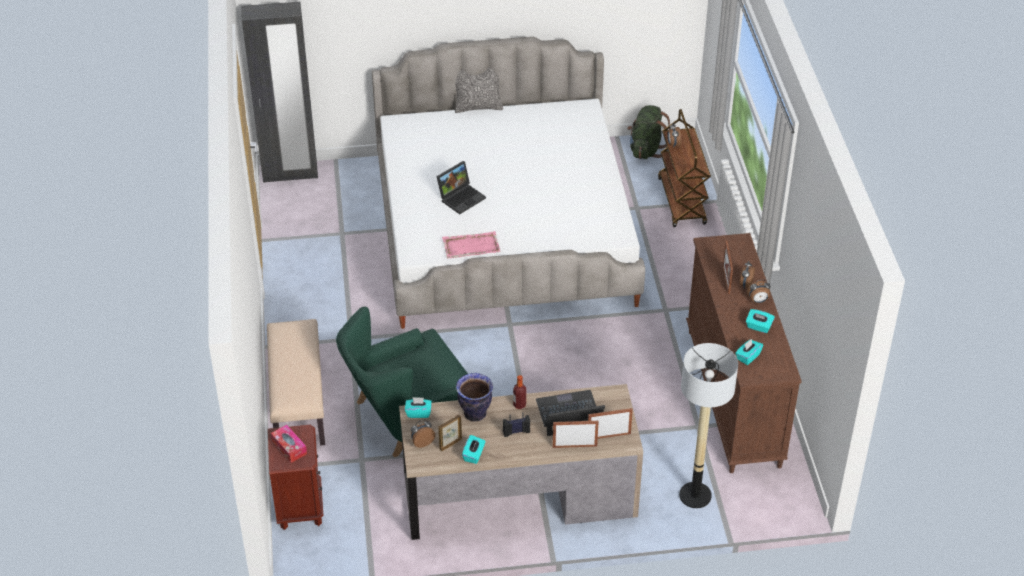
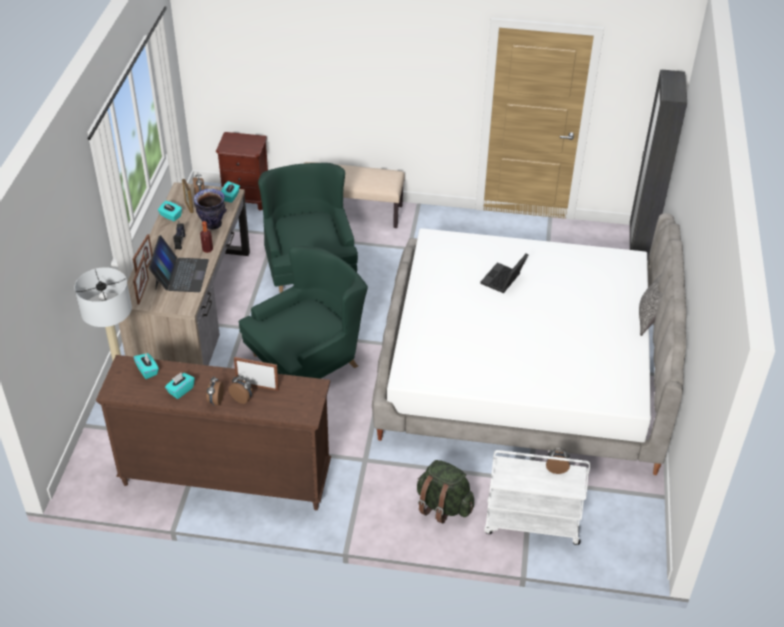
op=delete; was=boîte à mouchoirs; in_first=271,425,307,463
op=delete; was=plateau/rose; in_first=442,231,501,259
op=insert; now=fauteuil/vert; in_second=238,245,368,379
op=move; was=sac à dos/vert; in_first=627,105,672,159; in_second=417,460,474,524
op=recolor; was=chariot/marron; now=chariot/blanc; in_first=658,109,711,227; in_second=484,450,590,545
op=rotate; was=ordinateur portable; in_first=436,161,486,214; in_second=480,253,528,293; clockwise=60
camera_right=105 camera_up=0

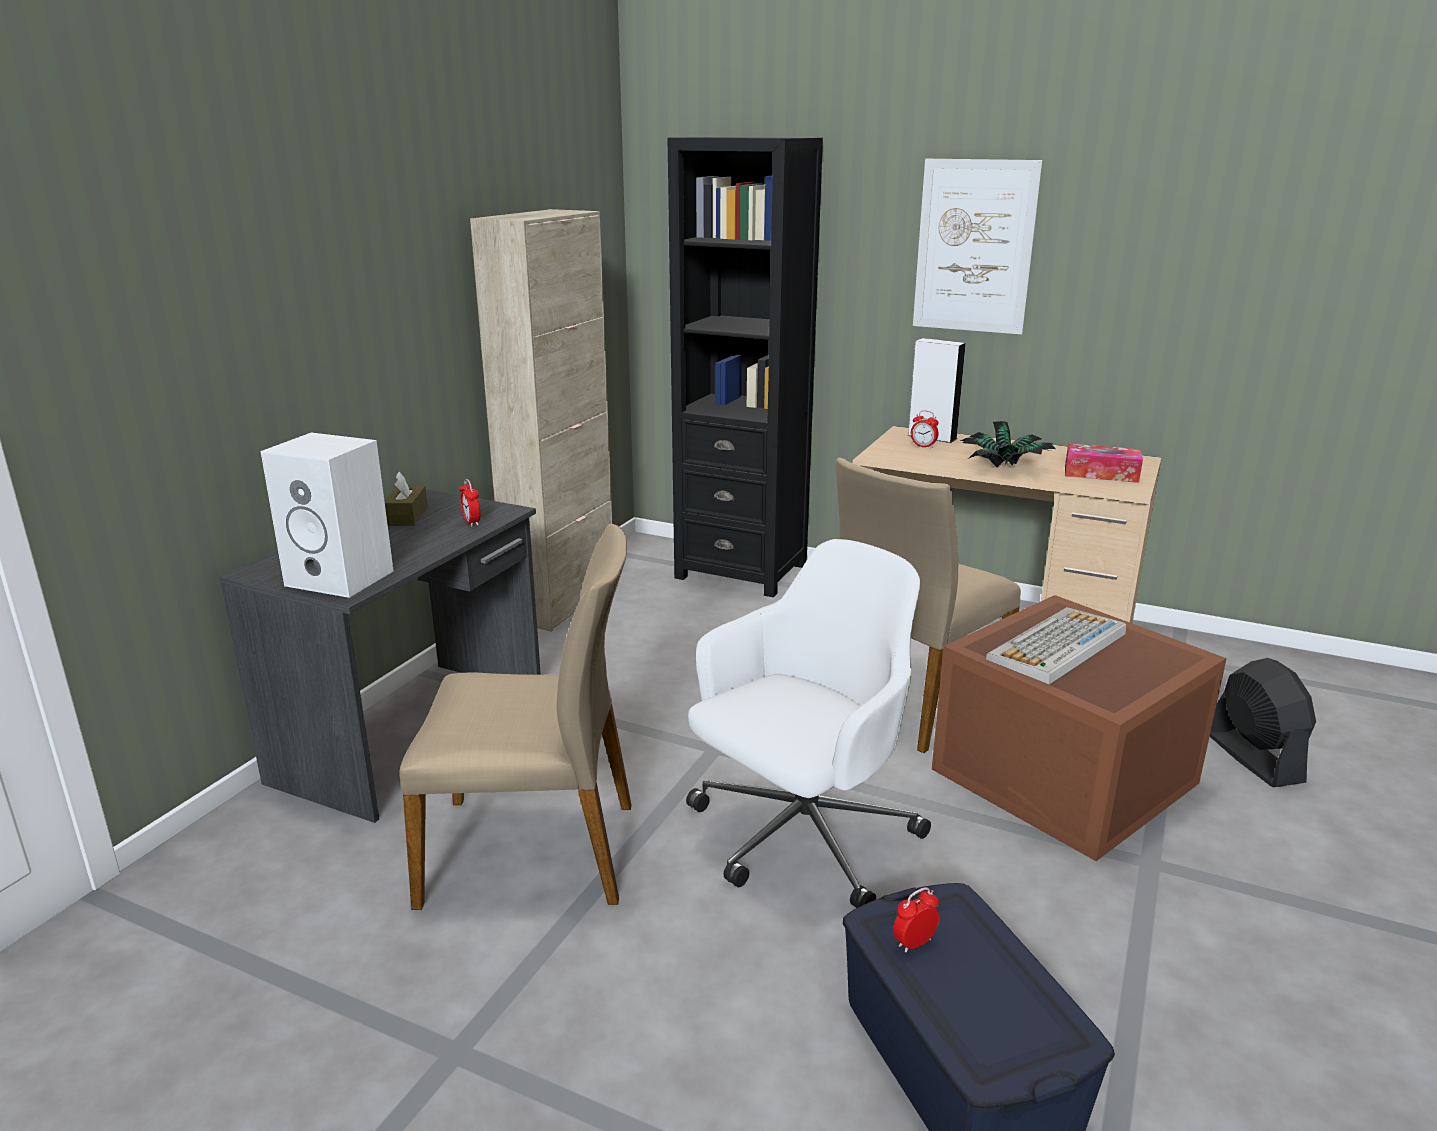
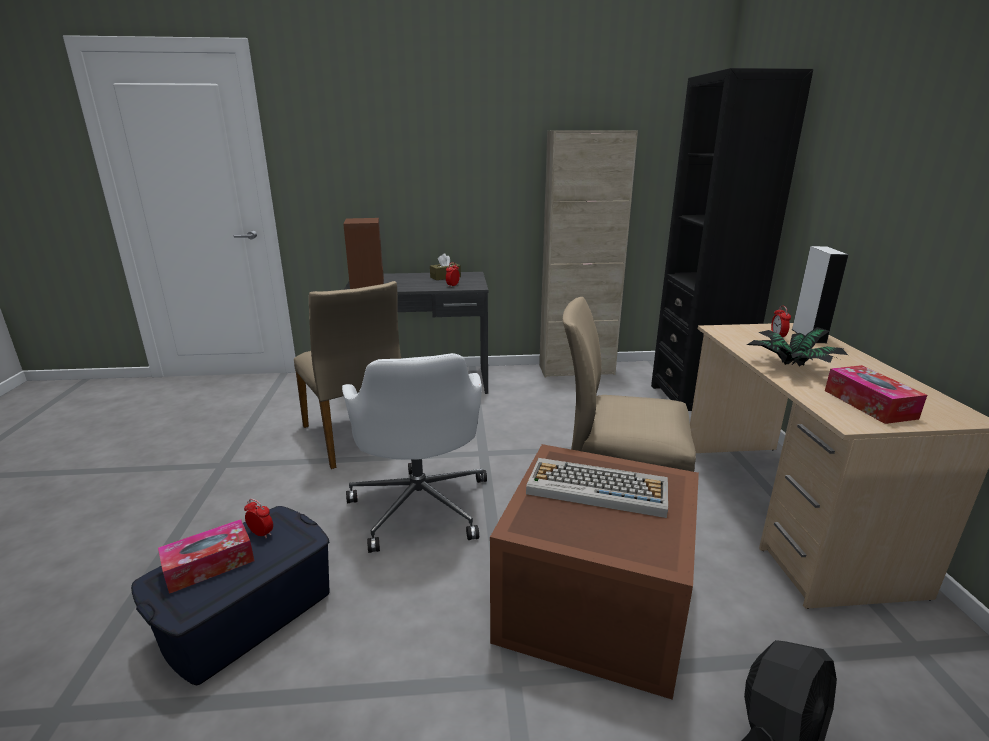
op=delete; was=tableau; in_first=913,159,1043,334
op=insert; now=boîte à mouchoirs; in_second=158,519,254,594
op=recolor; was=enceinte/blanc; now=enceinte/marron; in_first=261,433,394,598; in_second=343,218,384,289
op=rotate; was=chaise de bureau/blanc; in_first=686,539,931,908; in_second=342,353,487,553; clockwise=60
camera_right=60 camera_up=0

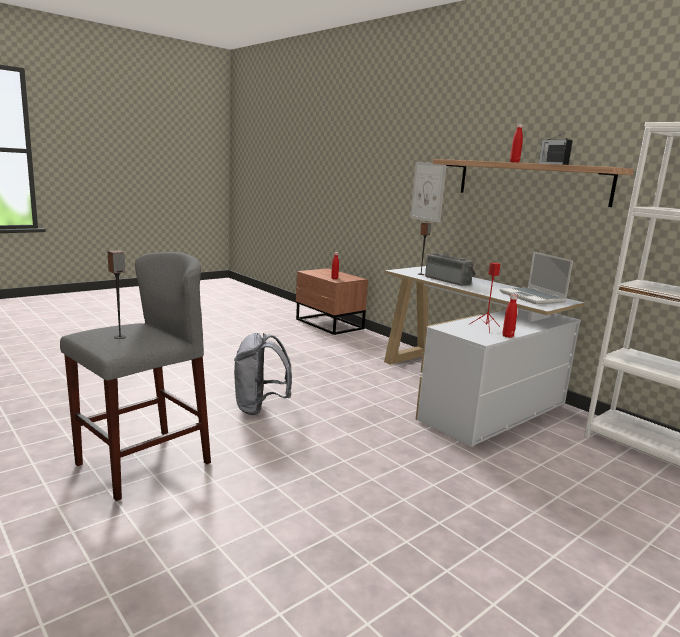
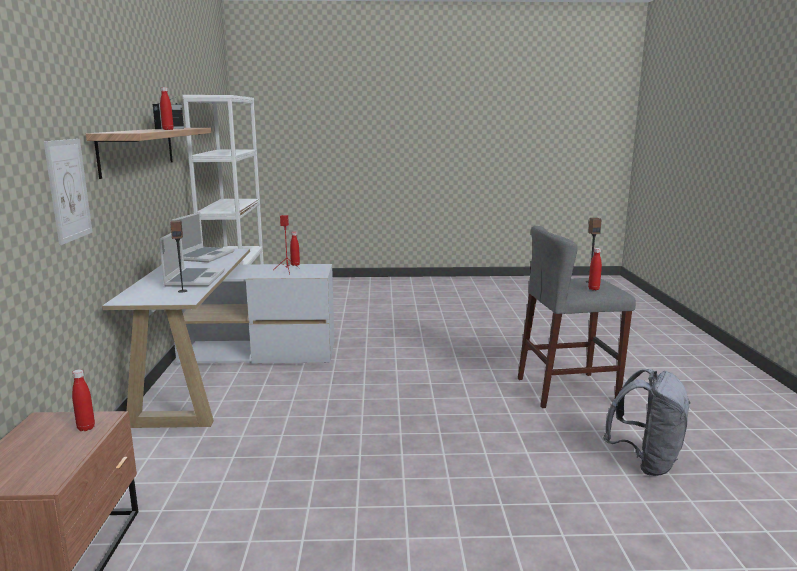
op=insert; now=bouteille/rouge; in_second=588,248,602,290
op=move; was=sac à dos/gris; in_first=234,333,292,415; in_second=603,369,691,476
op=replace; was=radio; now=ordinateur portable; in_first=425,253,476,286; in_second=159,233,225,287
camera_right=-140 camera_up=0

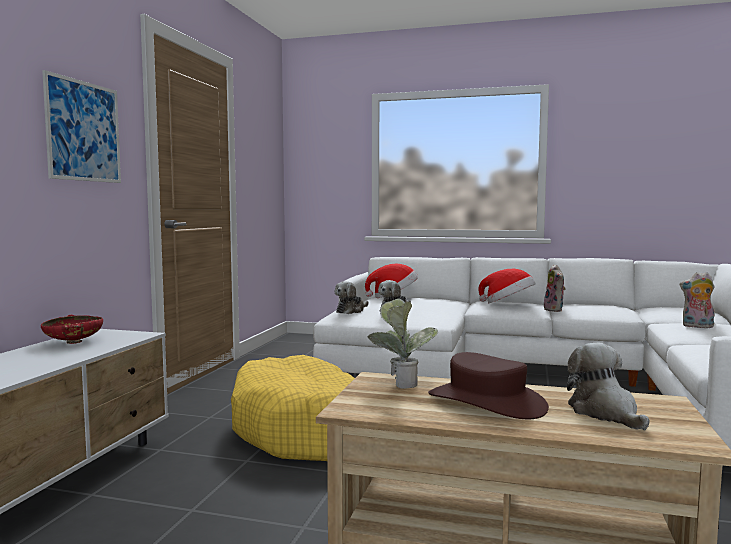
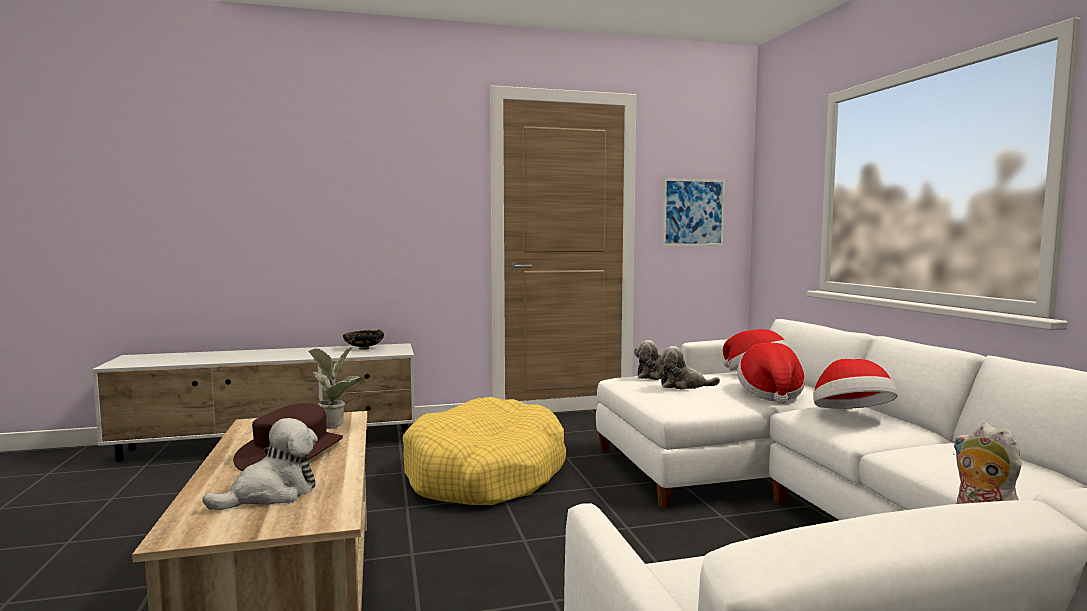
op=delete; was=peluche; in_first=544,264,566,312
op=insert; now=chapeau; in_second=737,343,805,403
op=move; was=tableau; in_first=42,70,121,183; in_second=663,178,725,246
op=recolor; was=bol/rouge; now=bol/noir; in_first=41,315,103,344; in_second=343,330,384,350
camera_right=60 camera_up=0

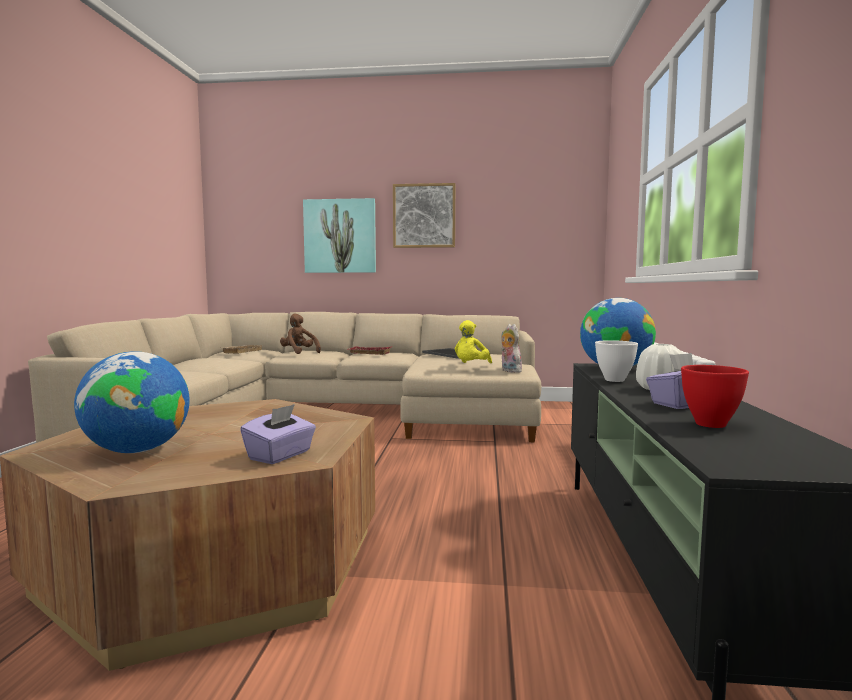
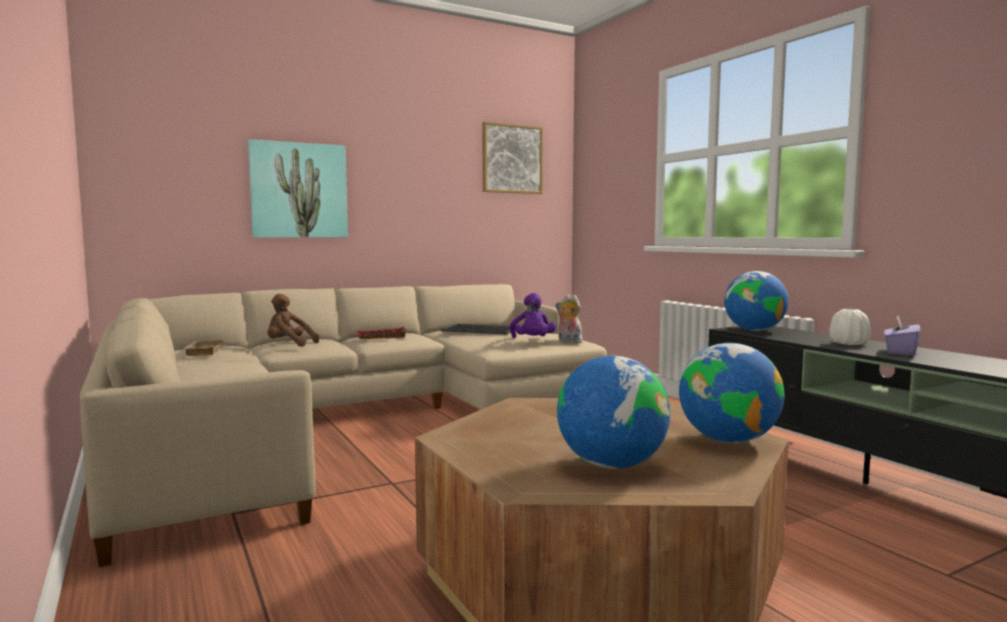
op=delete; was=bol/blanc; in_first=595,340,638,382
op=delete; was=bol/rouge; in_first=681,365,749,428
op=move; was=tableau; in_first=393,183,455,248; in_second=483,122,543,194
op=replace; was=boîte à mouchoirs/violet; now=globe; in_first=240,404,316,464; in_second=679,343,784,443
op=recolor; was=peluche/jaune; now=peluche/violet; in_first=454,320,492,363; in_second=510,293,556,338
camera_right=-35 camera_up=0

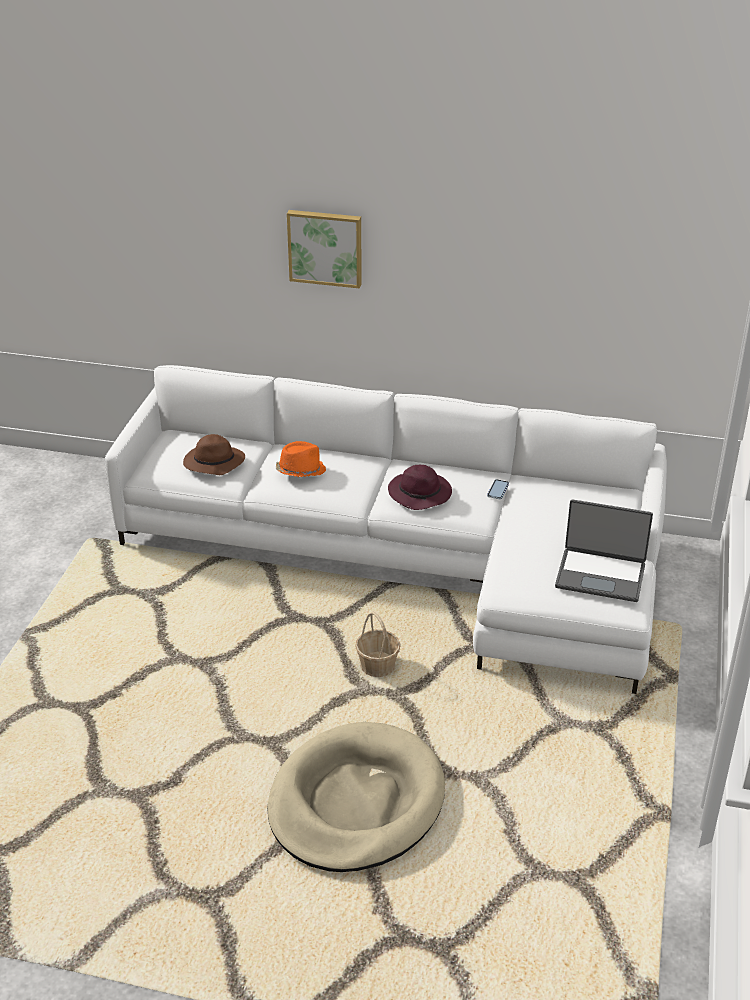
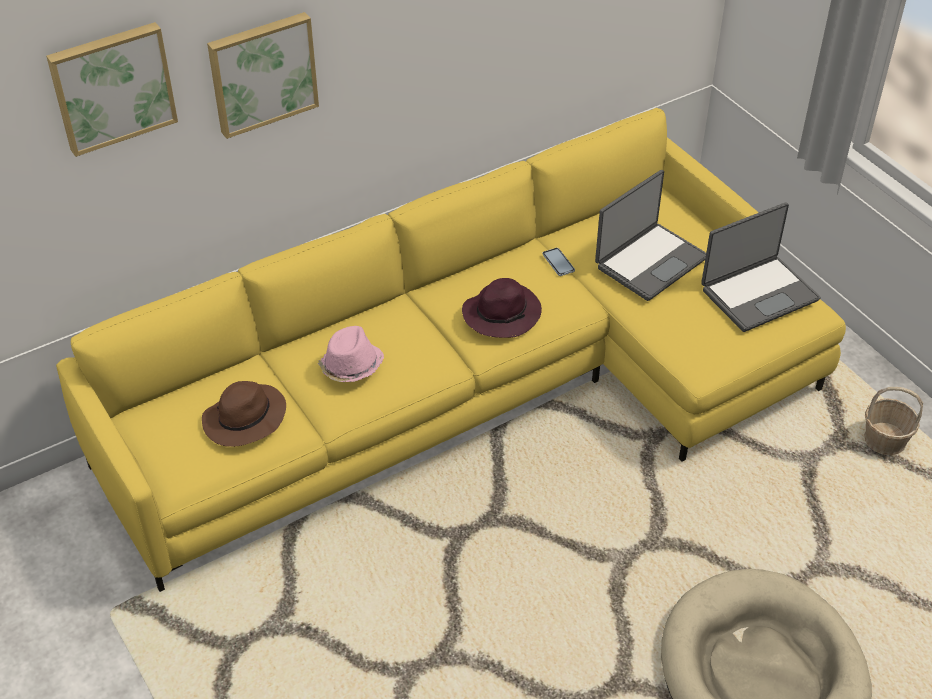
op=insert; now=tableau; in_second=46,22,178,157
op=insert; now=ordinateur portable; in_second=595,170,706,301
op=move; was=panier; in_first=355,612,401,677; in_second=864,387,923,455
op=recolor; was=canapé/blanc; now=canapé/jaune; in_first=105,365,667,694; in_second=56,108,846,592
op=recolor; was=chapeau/orange; now=chapeau/rose; in_first=276,441,326,477; in_second=318,326,384,382
camera_right=-45 camera_up=10

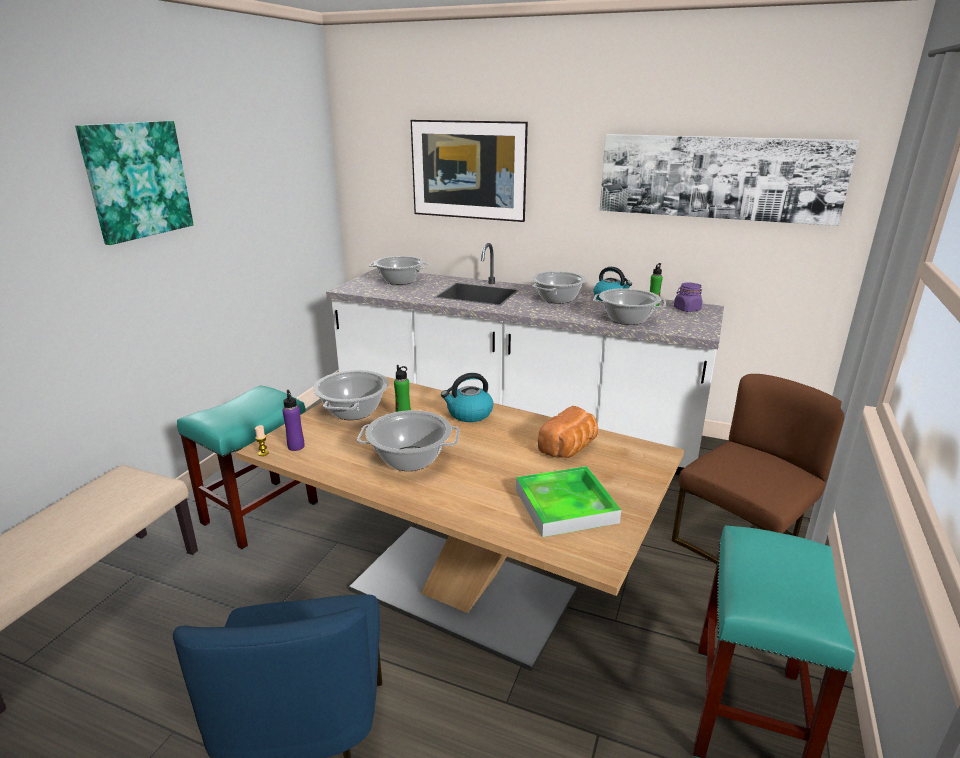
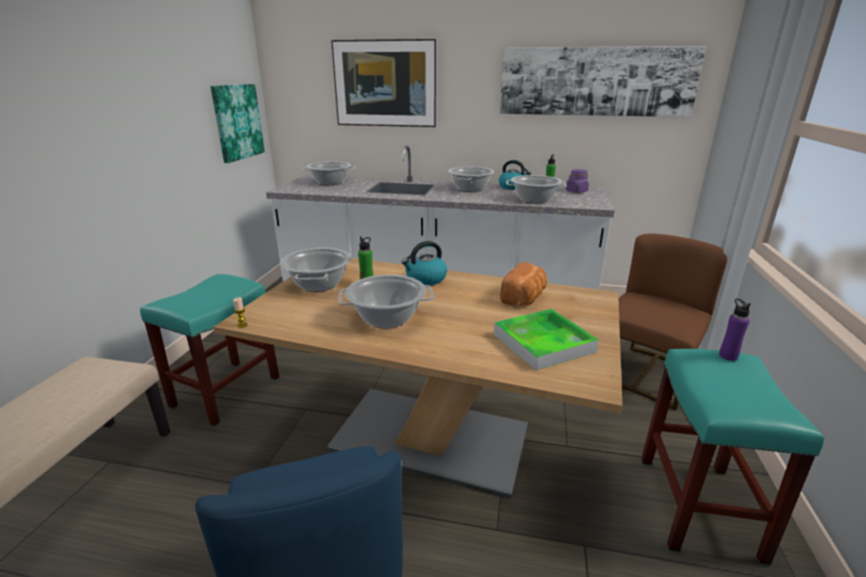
op=move; was=tableau; in_first=75,121,194,245; in_second=210,84,265,163
op=move; was=bouteille/violet; in_first=282,390,305,451; in_second=719,298,751,361
camera_right=-10 camera_up=0

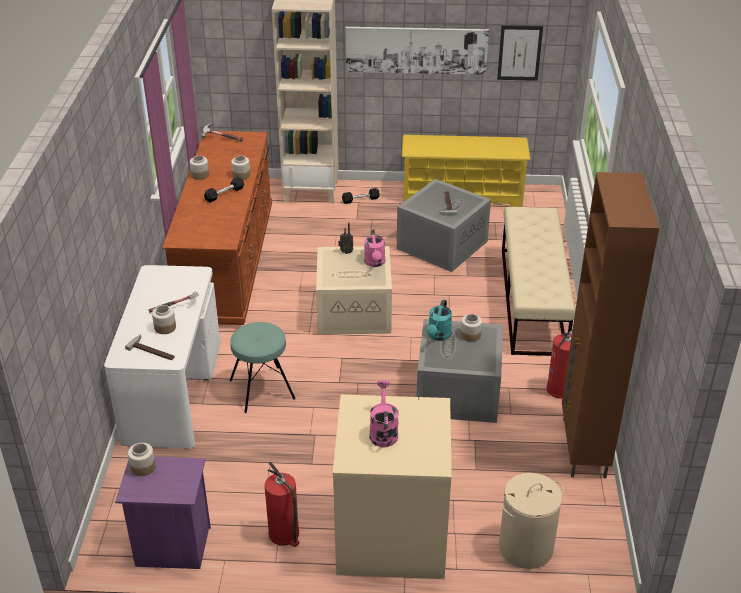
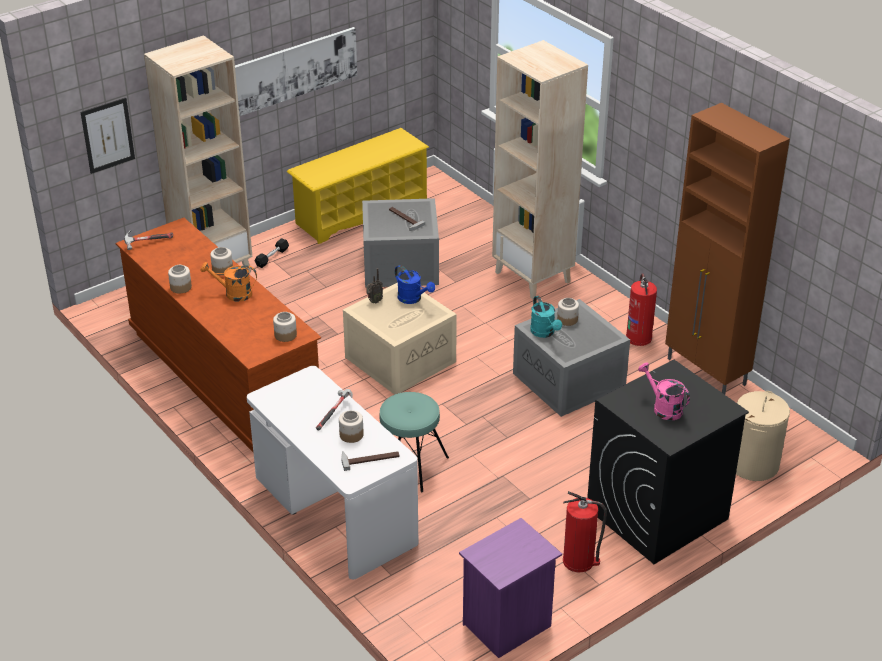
op=move; was=bocal; in_first=128,443,156,476; in_second=273,312,297,342
op=move; was=tableau; in_first=497,25,543,81; in_second=80,98,135,174
op=replace; was=haltère/noir; now=arrosoir/orange; in_first=204,177,244,203; in_second=200,262,257,302
op=replace; was=banc/beige; now=bibliothèque/beige; in_first=502,207,575,356; in_second=492,40,588,299
op=recolor; was=lave-linge/beige; now=lave-linge/noir; in_first=333,395,452,579; in_second=587,359,749,564
op=recolor; was=arrosoir/rose; now=arrosoir/bleu; in_first=364,229,385,267; in_second=395,265,435,304
camera_right=-40 camera_up=0

